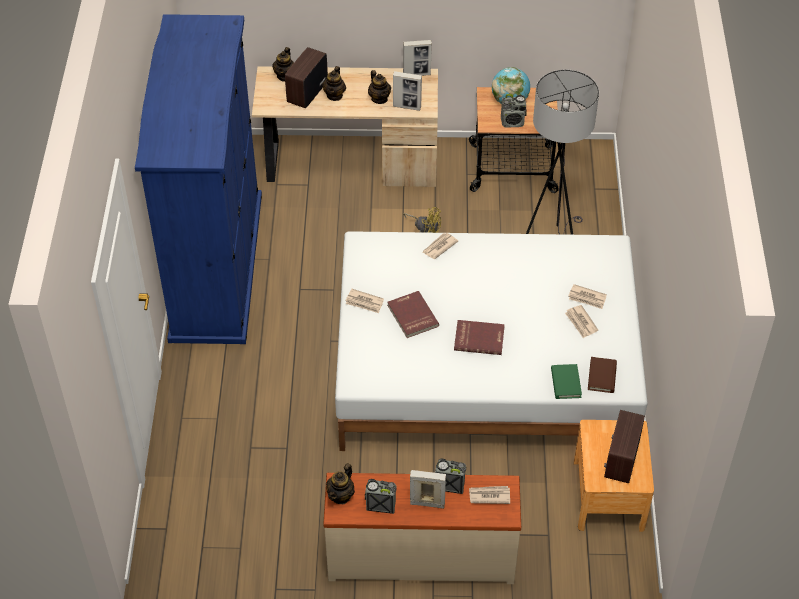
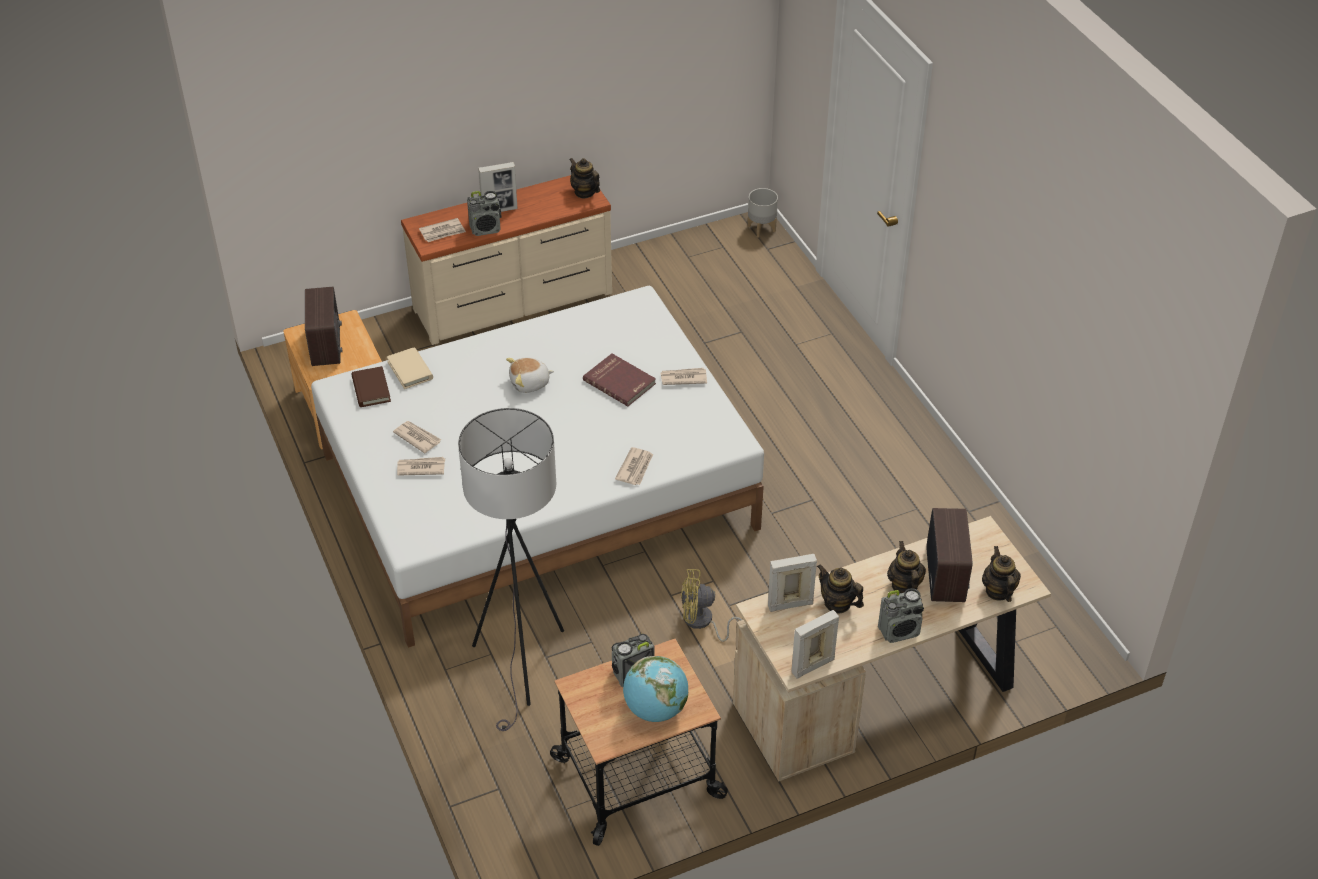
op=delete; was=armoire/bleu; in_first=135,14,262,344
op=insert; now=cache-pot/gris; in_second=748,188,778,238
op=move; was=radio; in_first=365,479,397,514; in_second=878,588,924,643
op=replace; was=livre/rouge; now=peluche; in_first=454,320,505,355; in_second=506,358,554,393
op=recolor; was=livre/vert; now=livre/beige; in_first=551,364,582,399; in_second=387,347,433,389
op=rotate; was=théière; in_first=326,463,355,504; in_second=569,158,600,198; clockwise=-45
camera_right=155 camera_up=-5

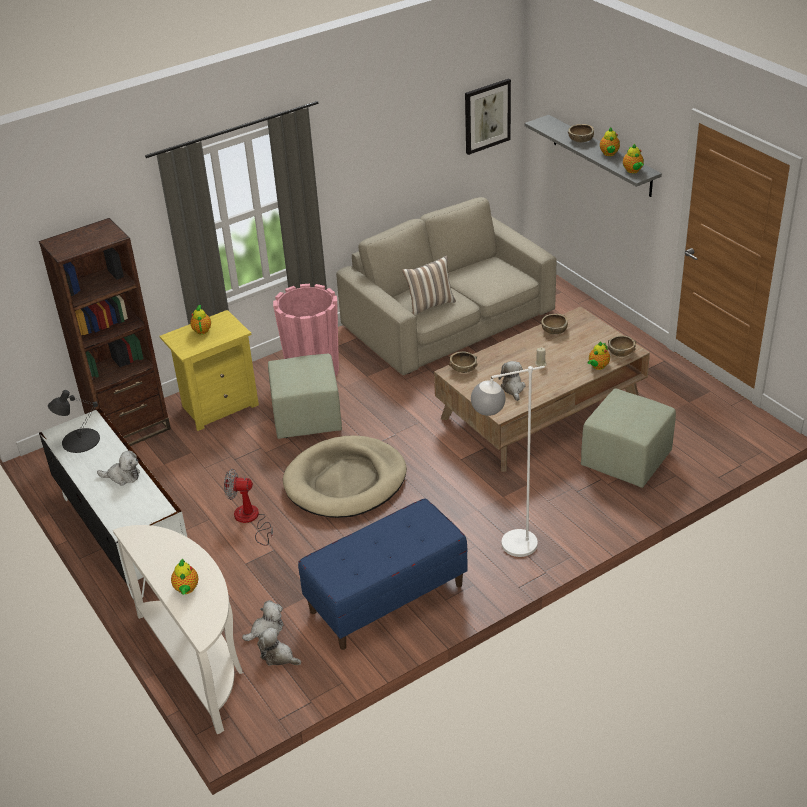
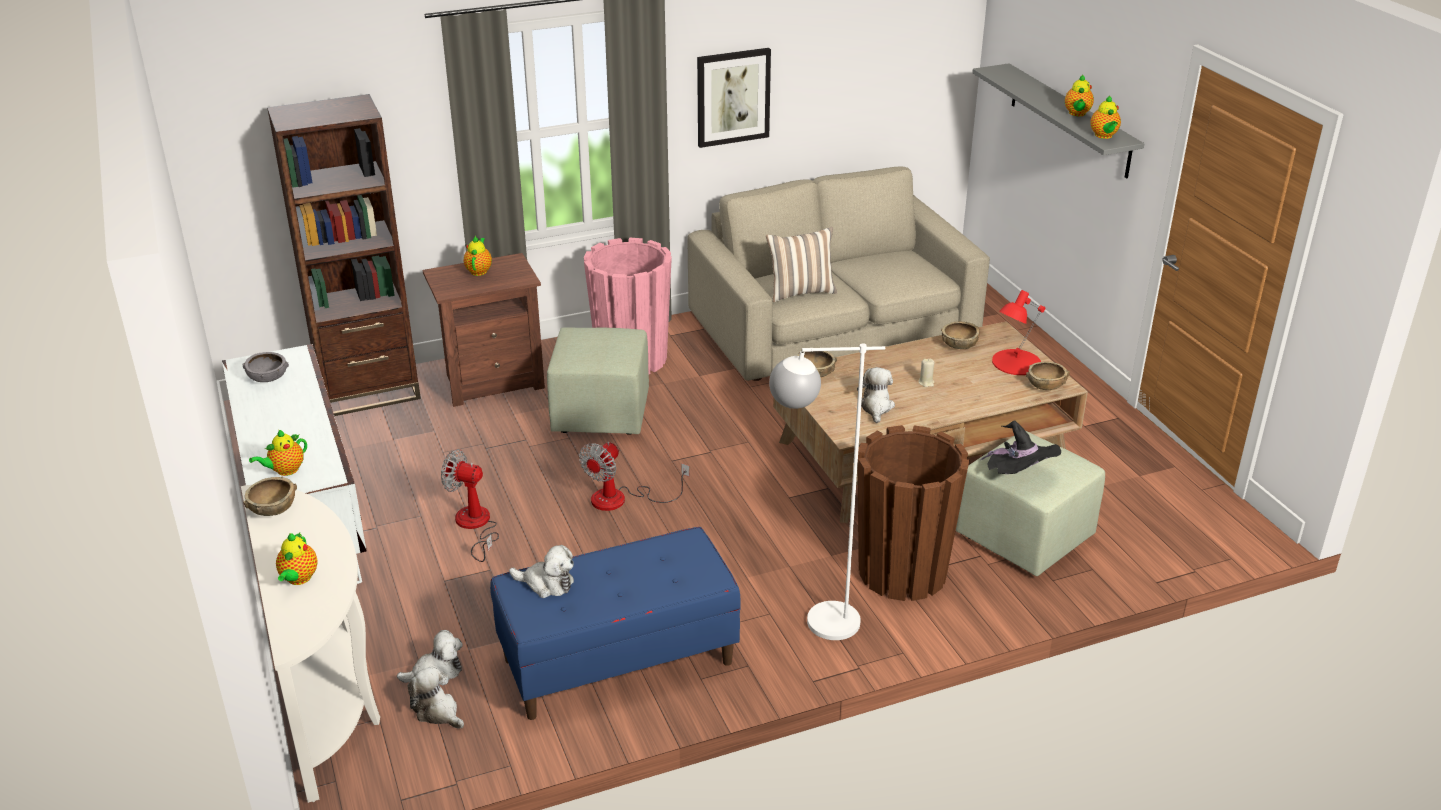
op=insert; now=cache-pot/marron; in_second=858,425,969,601
op=insert; now=chapeau/noir; in_second=980,420,1061,474
op=insert; now=lampe de table/rouge; in_second=992,290,1045,375
op=move; was=peluche; in_first=97,450,140,486; in_second=509,545,574,598
op=move; was=tableau; in_first=465,79,511,155; in_second=697,48,771,148
op=move; was=bol/marron; in_first=567,124,594,142; in_second=243,476,297,516
op=move; was=théière; in_first=587,342,610,370; in_second=249,430,307,476
op=replace; was=lampe de table/noir; now=bol/gris; in_first=48,390,100,453; in_second=242,352,289,382
op=replace; was=panier pour chien/beige; now=ventilateur; in_first=283,435,407,518; in_second=579,442,689,511
op=recolor; was=table de chevet/jaune; now=table de chevet/marron; in_first=160,310,259,431; in_second=422,253,545,407
camera_right=10 camera_up=-5

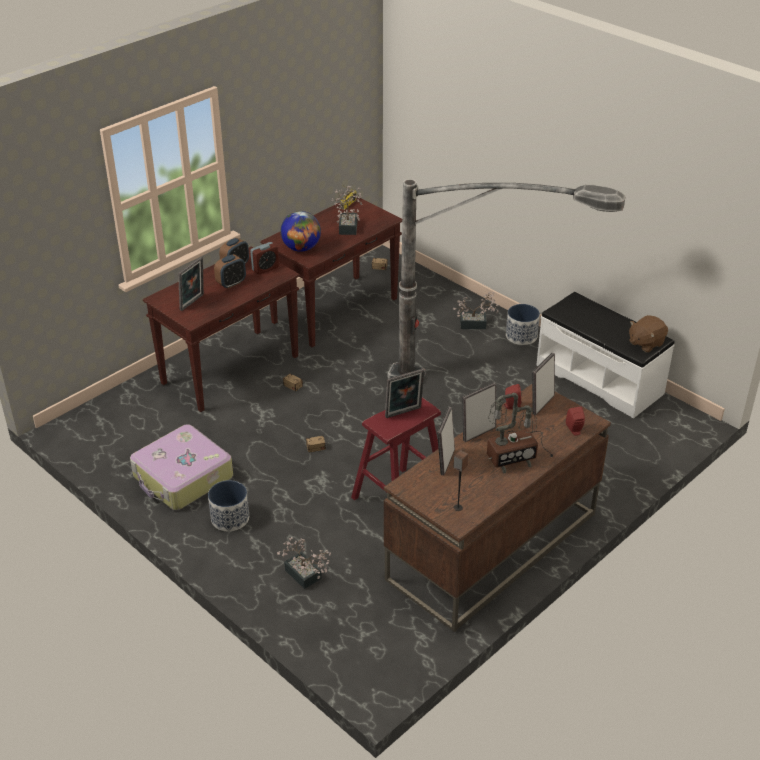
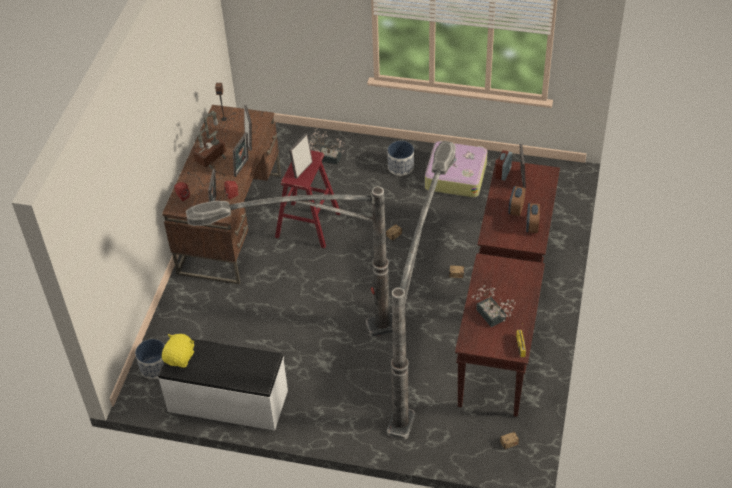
op=delete; was=globe; in_first=280,211,321,252
op=delete; was=plante en pot; in_first=453,291,499,329
op=insert; now=lampadaire; in_second=387,141,456,440
op=move; was=réveil; in_first=250,242,279,275; in_second=496,150,512,181
op=move; was=cache-pot; in_first=506,304,540,345; in_second=135,339,165,379
op=recolor; was=peluche/marron; now=peluche/jaune; in_first=629,315,668,353; in_second=162,334,194,368
camera_right=150 camera_up=10

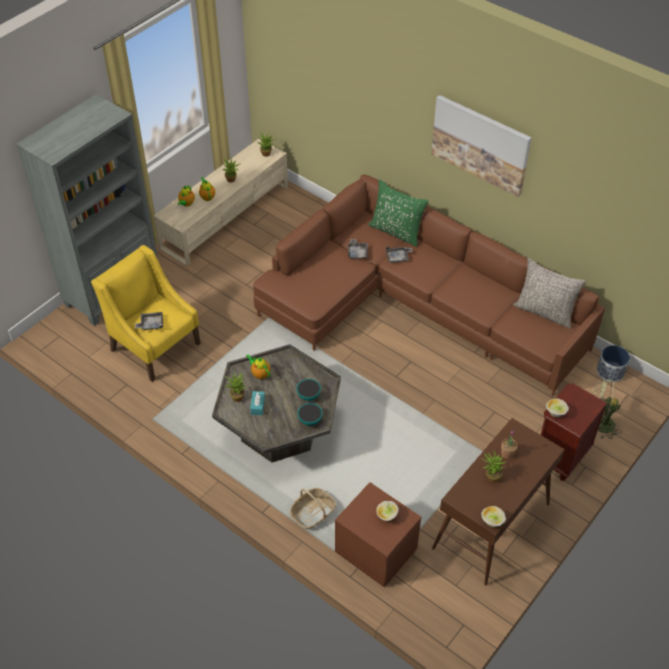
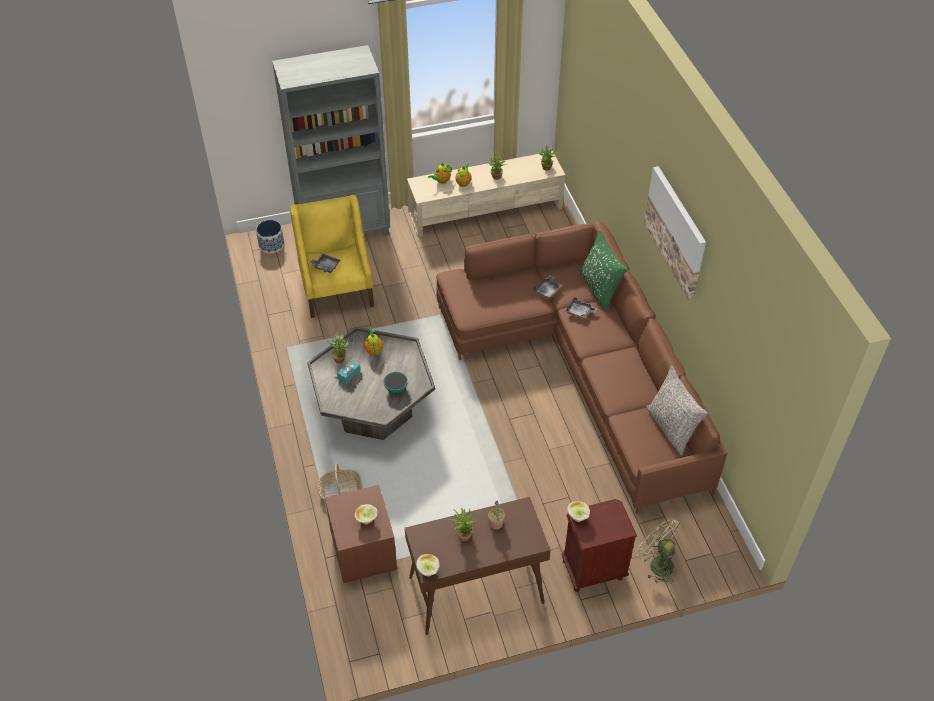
op=delete; was=bol; in_first=298,403,322,425
op=move; was=cache-pot; in_first=597,345,630,382; in_second=256,220,284,253
camera_right=35 camera_up=0

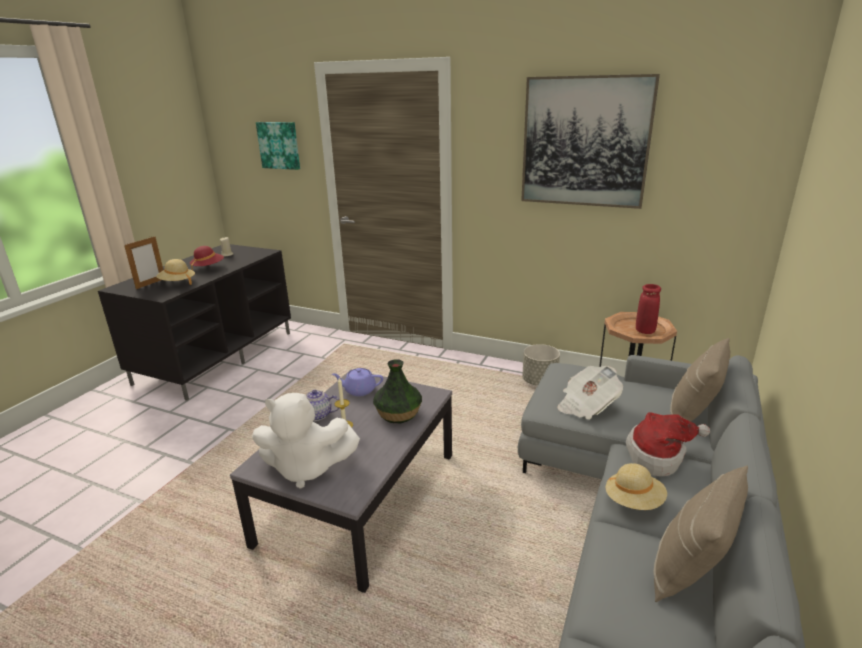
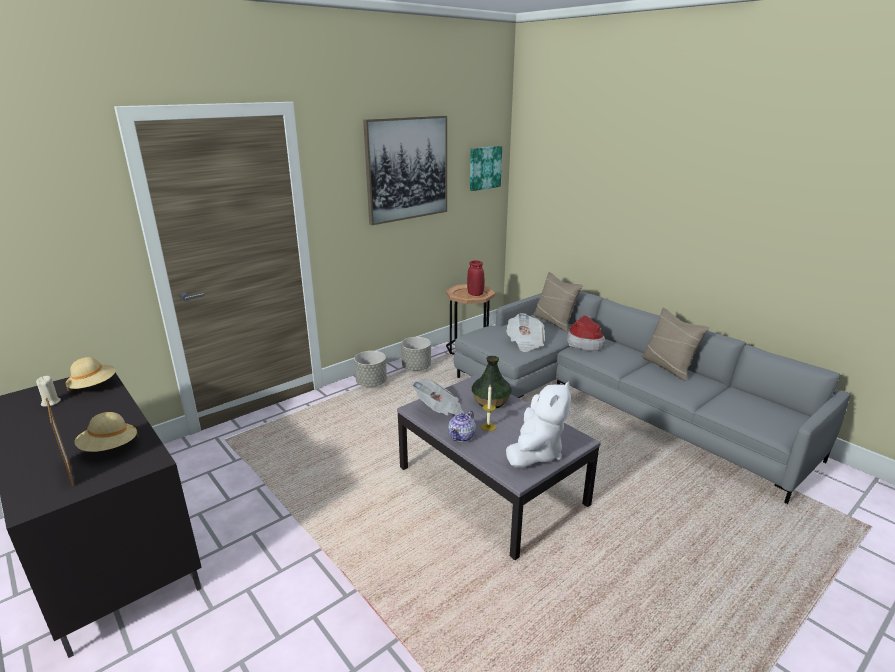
op=delete; was=chapeau/rouge; in_first=190,246,224,270
op=insert; now=cache-pot/gris; in_second=354,351,387,387
op=move; was=tableau; in_first=256,122,300,170; in_second=470,146,502,191
op=move; was=chapeau/beige; in_first=605,463,667,510; in_second=66,357,116,390
op=replace; was=théière/violet; now=journal; in_first=332,368,383,396; in_second=412,379,464,415
camera_right=-65 camera_up=0

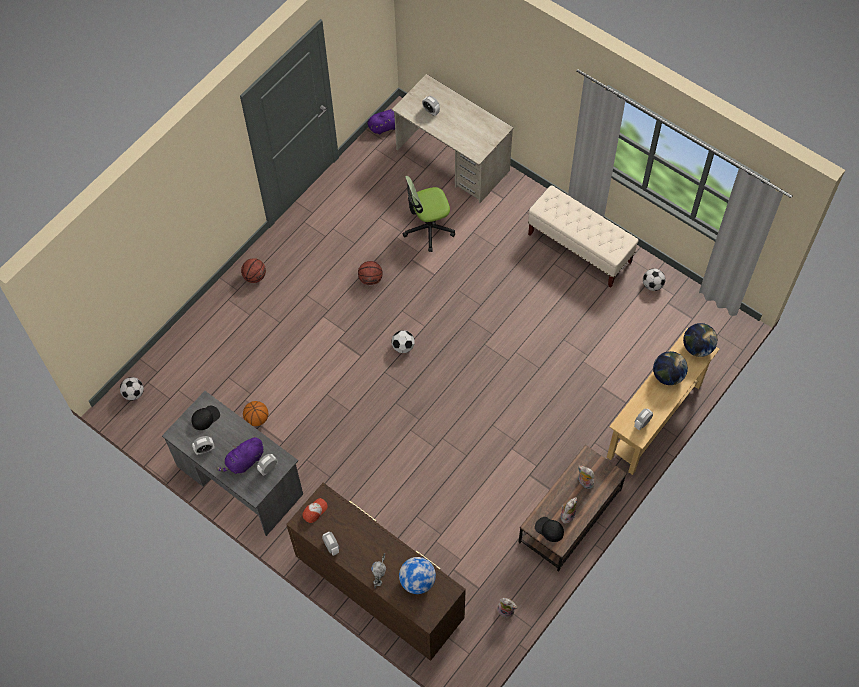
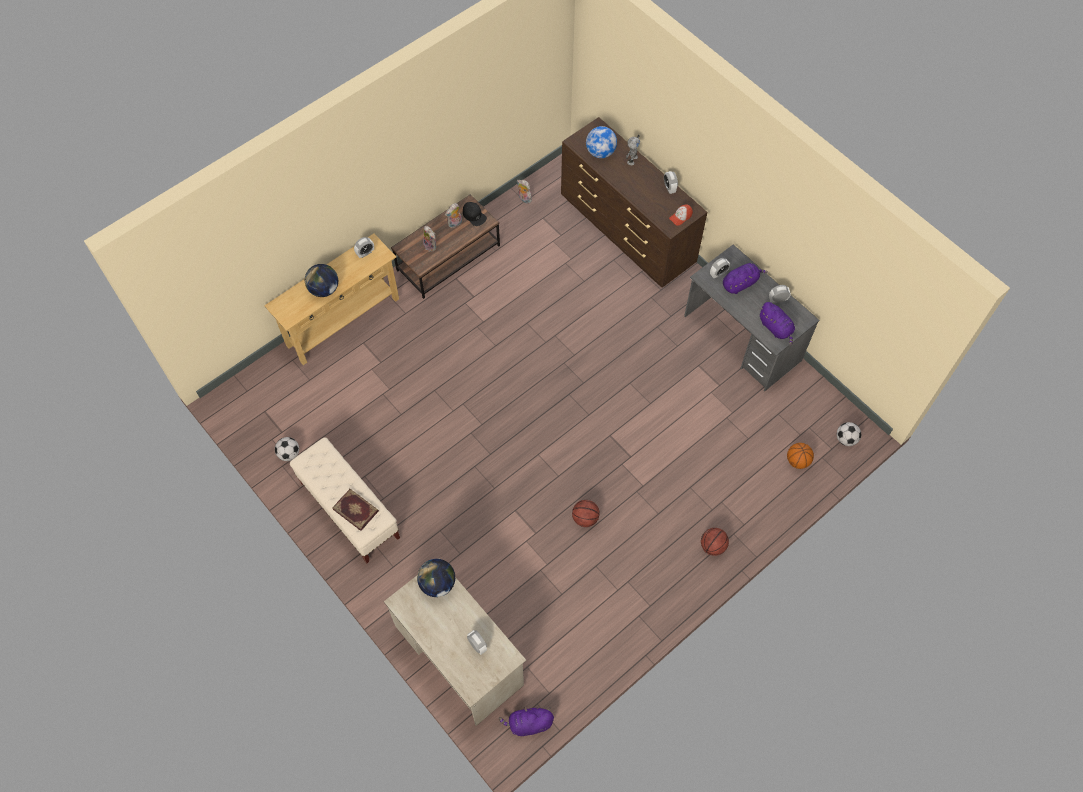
op=delete; was=ballon de foot; in_first=391,330,415,353
op=delete; was=chaise de bureau; in_first=403,176,455,252
op=insert; now=livre; in_second=332,489,379,531
op=move; was=ballon de basket; in_first=243,401,268,426; in_second=787,443,814,469
op=move; was=globe; in_first=683,323,718,357; in_second=417,559,455,597
op=replace; was=casquette/noir; now=peluche/violet; in_first=191,405,220,430; in_second=759,302,795,345
camera_right=-170 camera_up=0

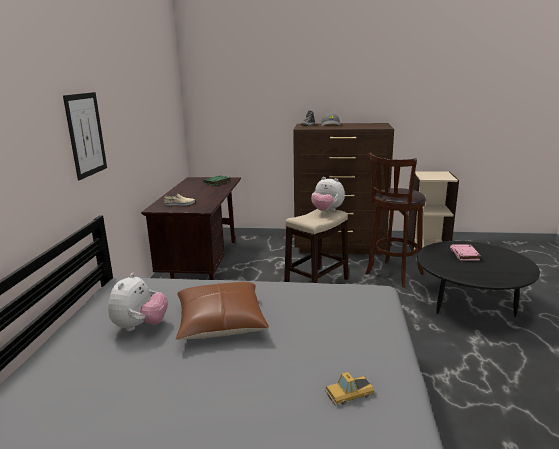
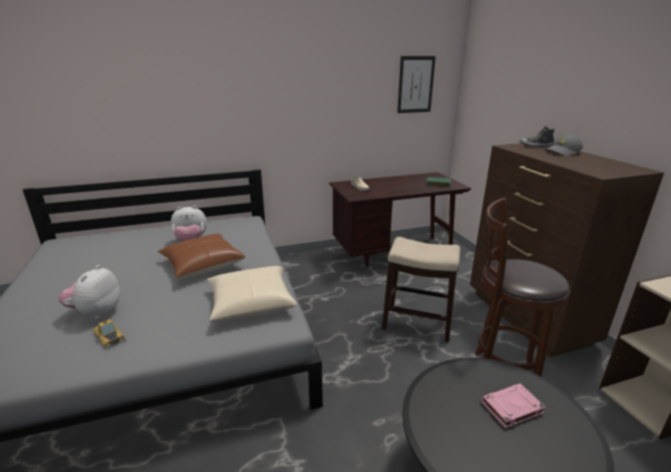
op=insert; now=coussin/beige; in_second=207,266,297,322
op=move; was=tableau; in_first=63,92,107,180; in_second=397,56,436,113
op=move; was=peluche; in_first=311,177,345,211; in_second=59,265,120,319
camera_right=65 camera_up=5

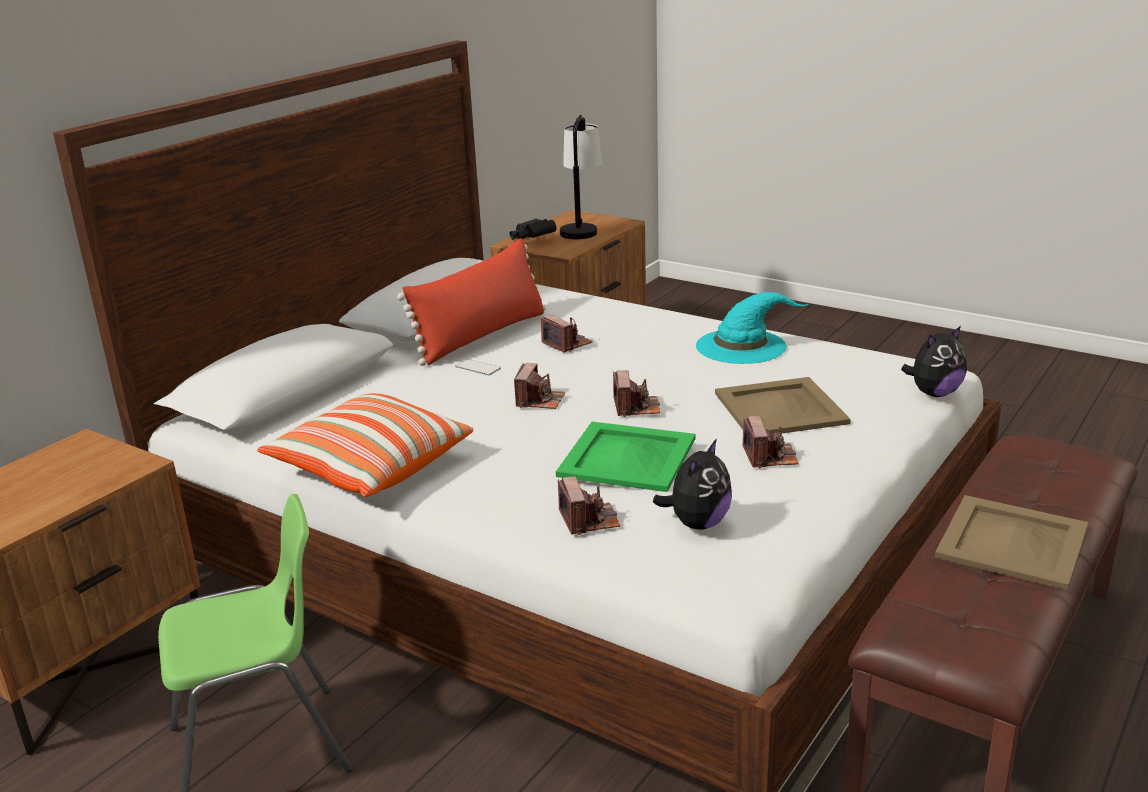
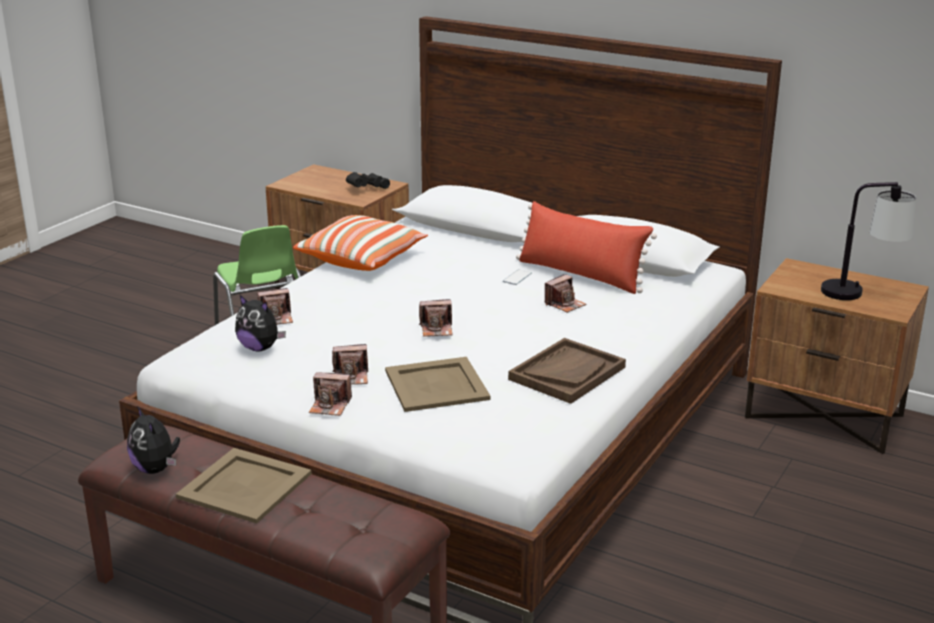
op=delete; was=plateau/vert; in_first=556,422,696,492
op=move; was=jumelles/noir; in_first=510,218,557,240; in_second=346,172,390,189
op=move; was=appareil photo; in_first=514,363,565,409; in_second=309,372,352,416
op=move; was=peluche; in_first=901,326,967,397; in_second=127,406,180,474
op=replace; was=chapeau/turquoise; now=plateau/marron; in_first=696,292,809,364; in_second=508,338,626,404
camera_right=85 camera_up=0

